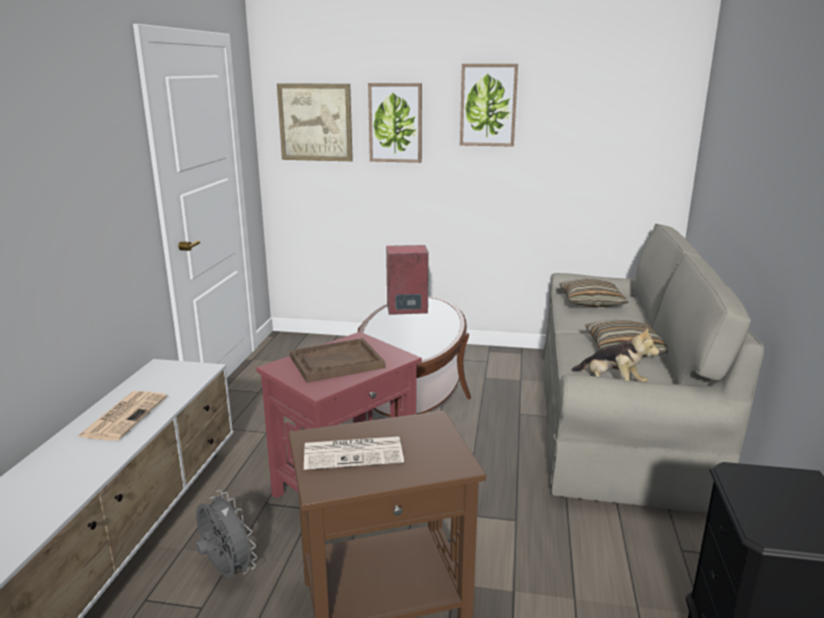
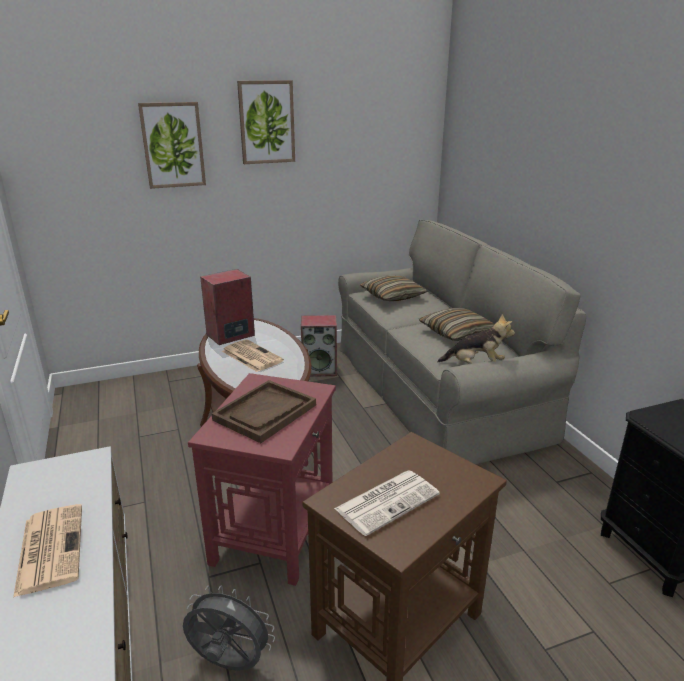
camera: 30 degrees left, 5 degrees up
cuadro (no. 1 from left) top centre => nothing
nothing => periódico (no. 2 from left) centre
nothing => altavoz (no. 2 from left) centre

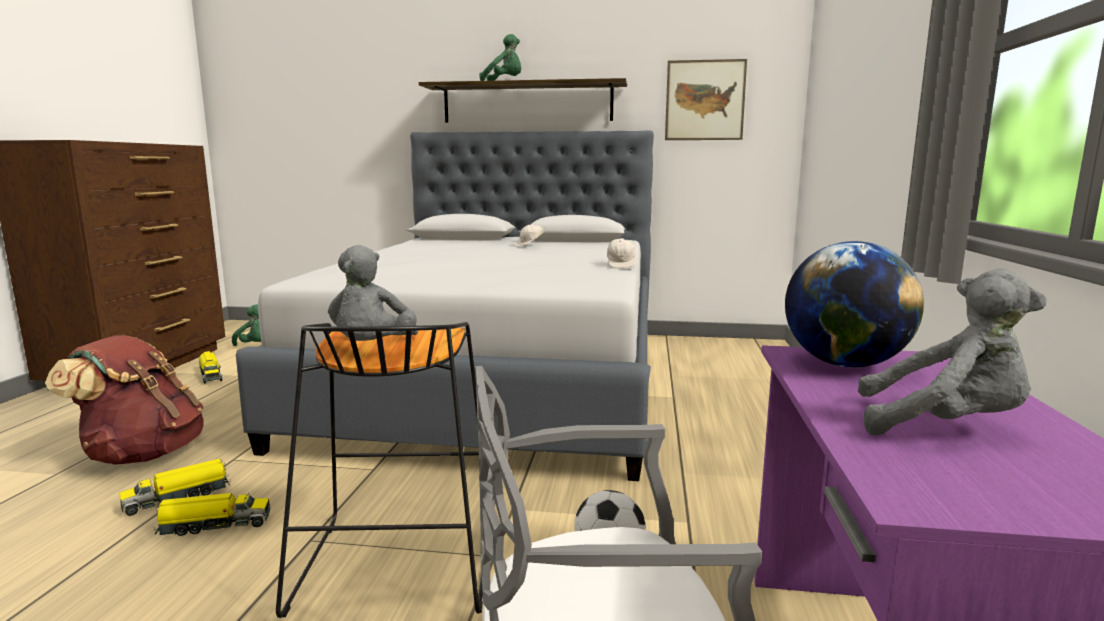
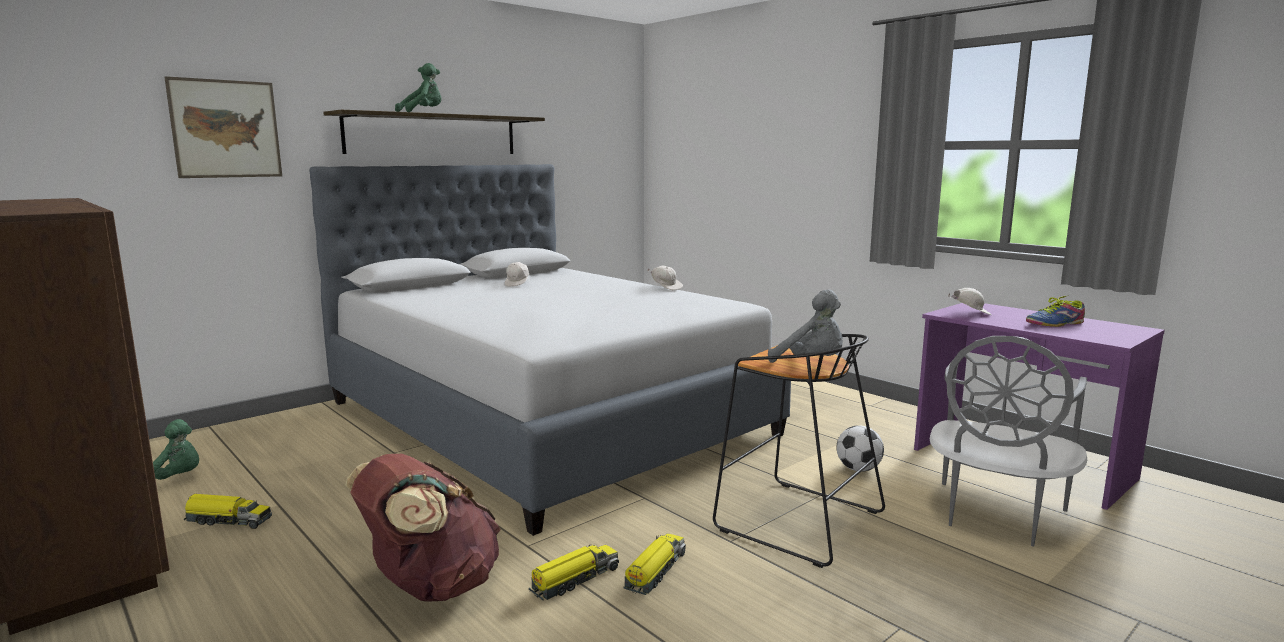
camera: 50 degrees left, 0 degrees up
camión de juguete (no. 1 from left in the first image) bottom left => camión de juguete (no. 2 from left) bottom centre, 135 degrees counterclockwise
cuadro top centre => cuadro top left, relocated
globo terráqueo middle right => gorra [blanco] (no. 3 from left) middle right
peluche [gris] (no. 2 from left) middle right => zapato middle right

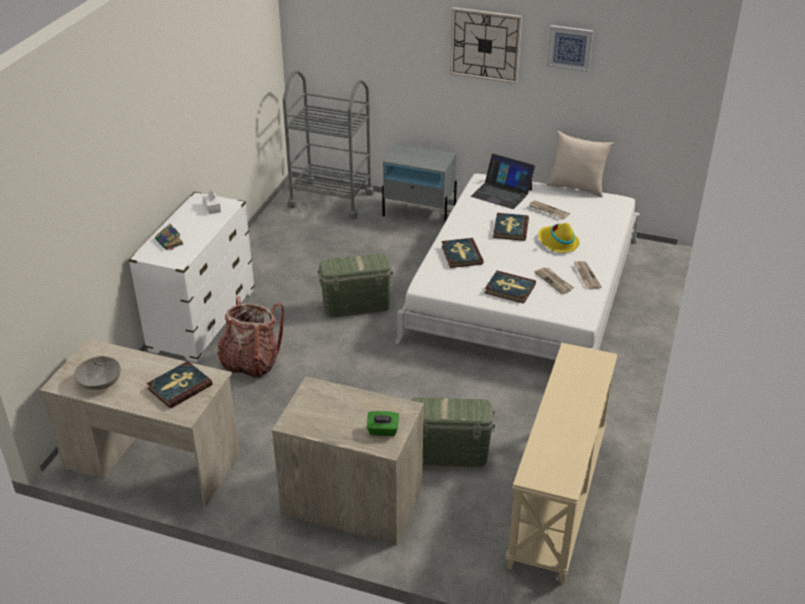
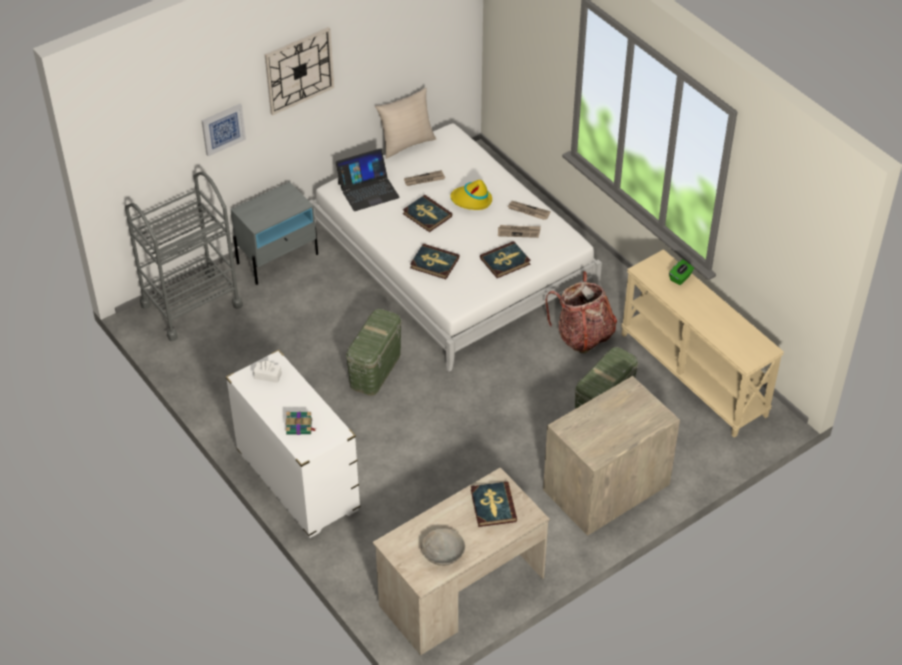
camera: 55 degrees left, 10 degrees up
mochila middle left => mochila centre, relocated
caja de pañuelos [verde] bottom centre => caja de pañuelos [verde] middle right, relocated
cuadro top right => cuadro top left, relocated

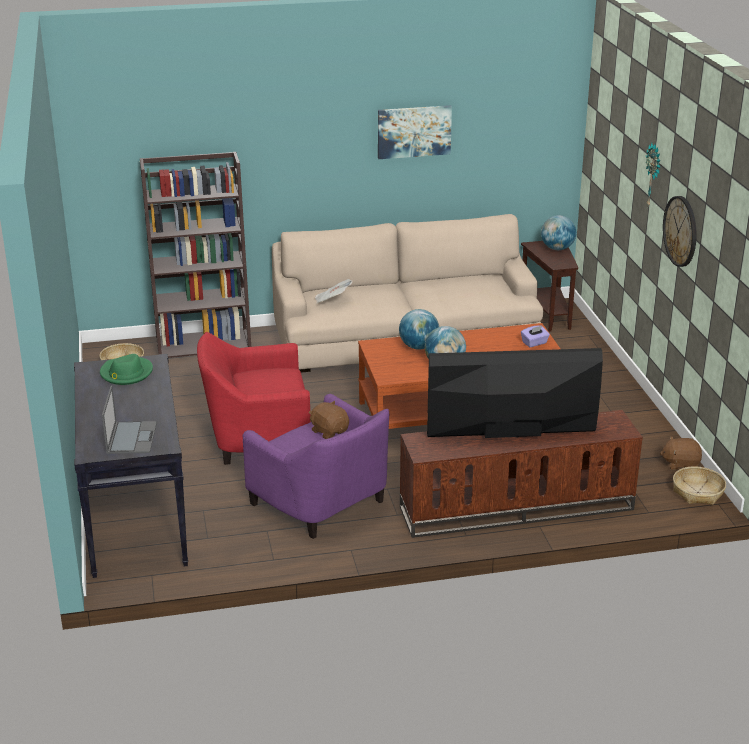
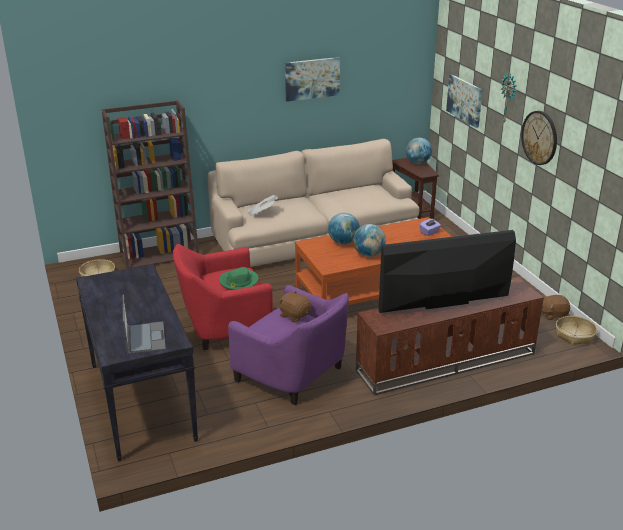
camera: 10 degrees left, 0 degrees up
sombrero [verde] middle left => sombrero [verde] centre, relocated
nothing => cuadro (no. 2 from left) top right

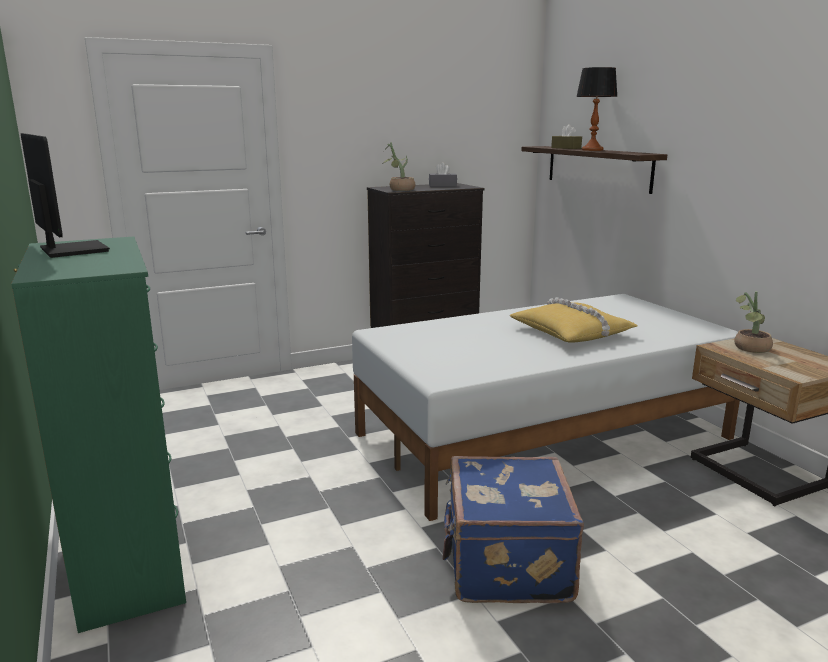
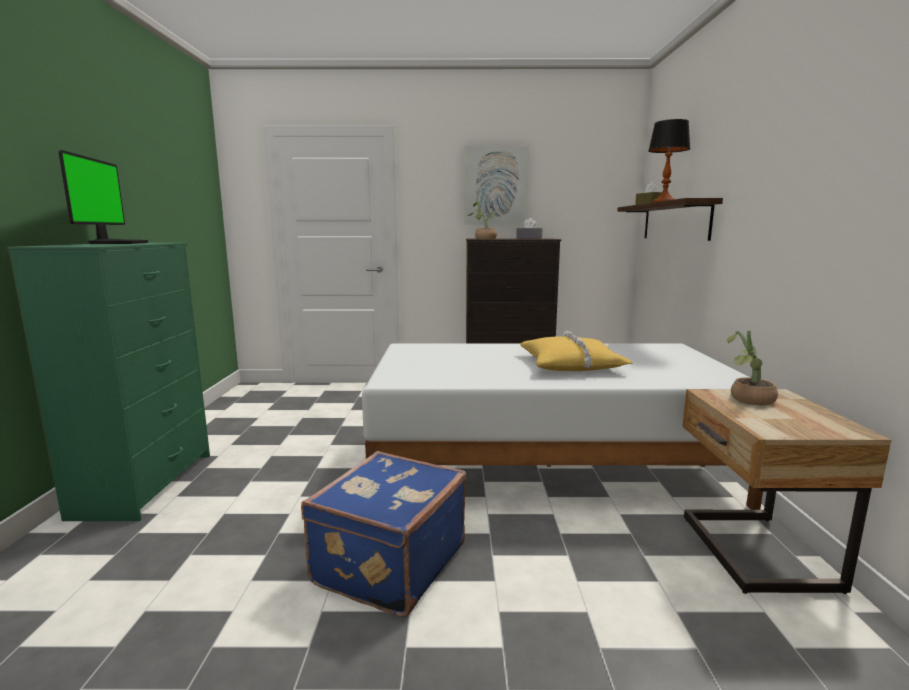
camera: 25 degrees right, 5 degrees down
nothing => cuadro top centre

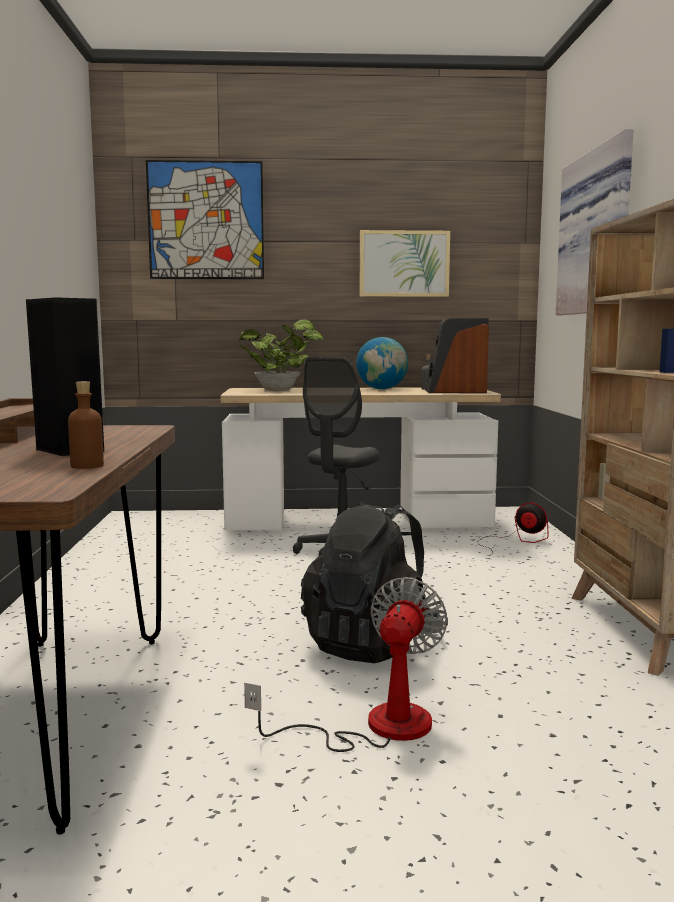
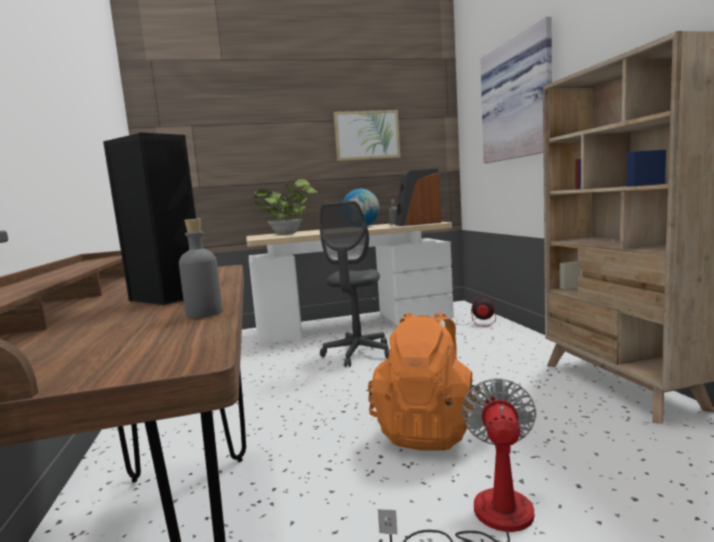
camera: 10 degrees left, 0 degrees up
botella [marrón] middle left => botella [gris] (no. 1 from left) middle left
cuadro (no. 1 from left) top left => nothing
mochila [negro] centre => mochila [naranja] bottom centre

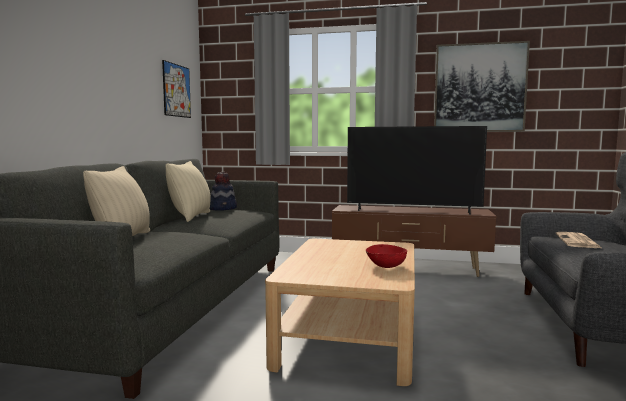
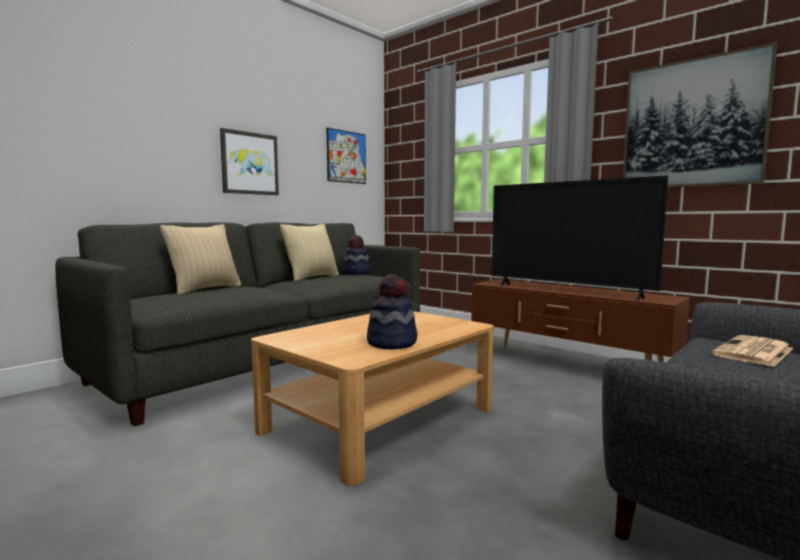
camera: 30 degrees right, 0 degrees up
cuenco [rojo] centre => sombrero (no. 2 from left) centre
nothing => cuadro (no. 1 from left) top left

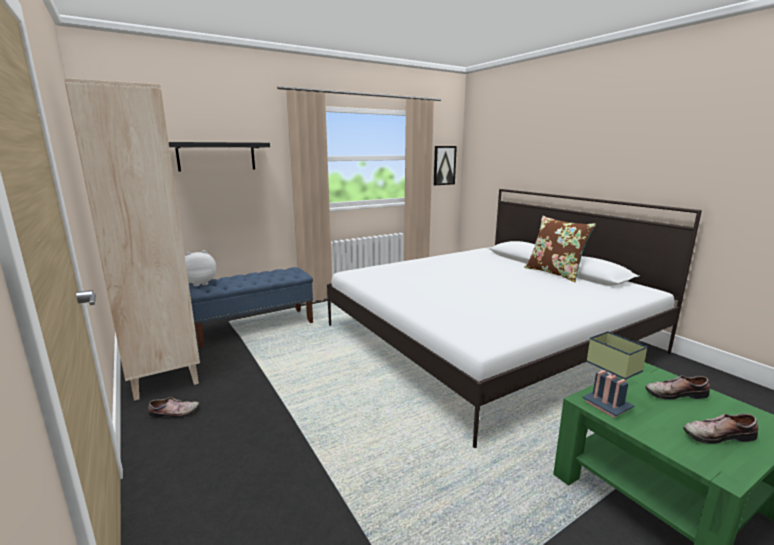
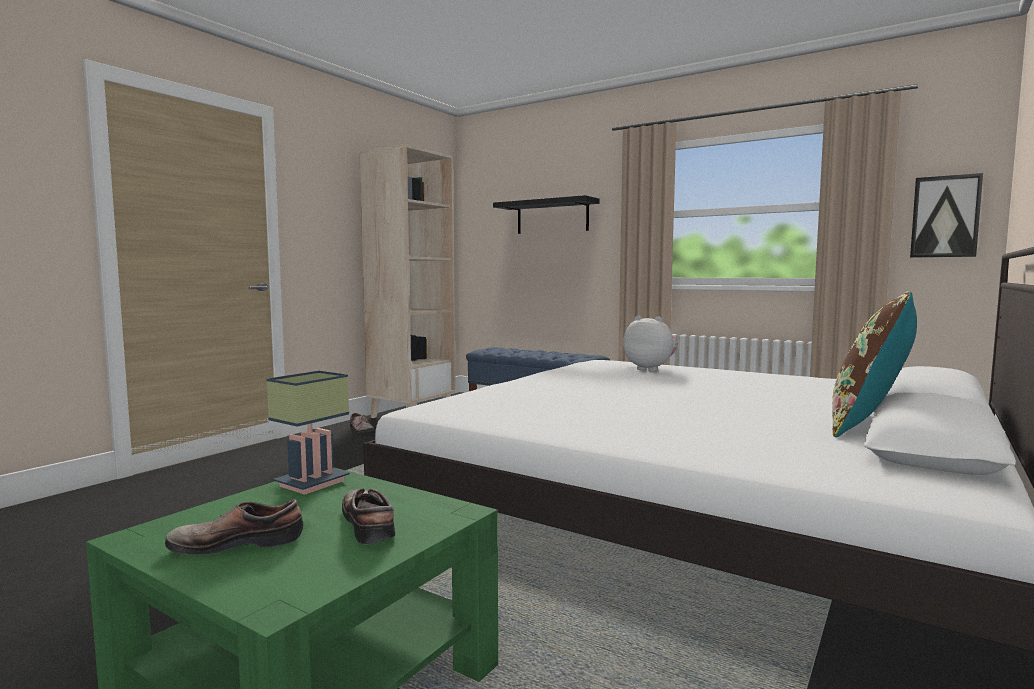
camera: 65 degrees right, 10 degrees down
peluche middle left => peluche centre, relocated
zapato (no. 3 from left in the first image) bottom right => zapato (no. 1 from left) bottom left, 75 degrees counterclockwise

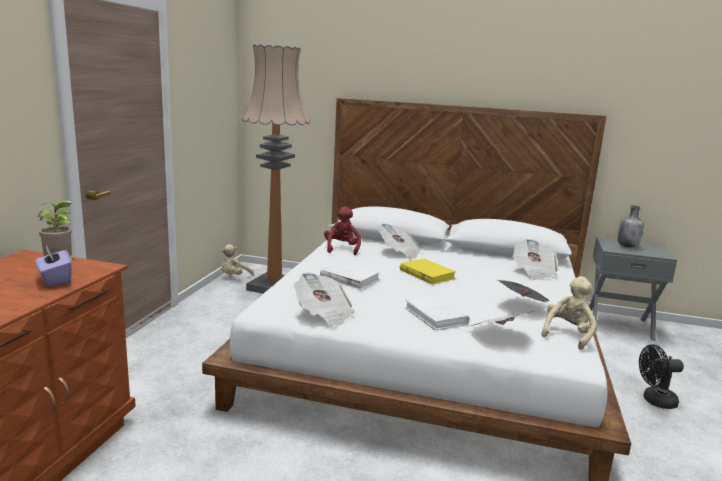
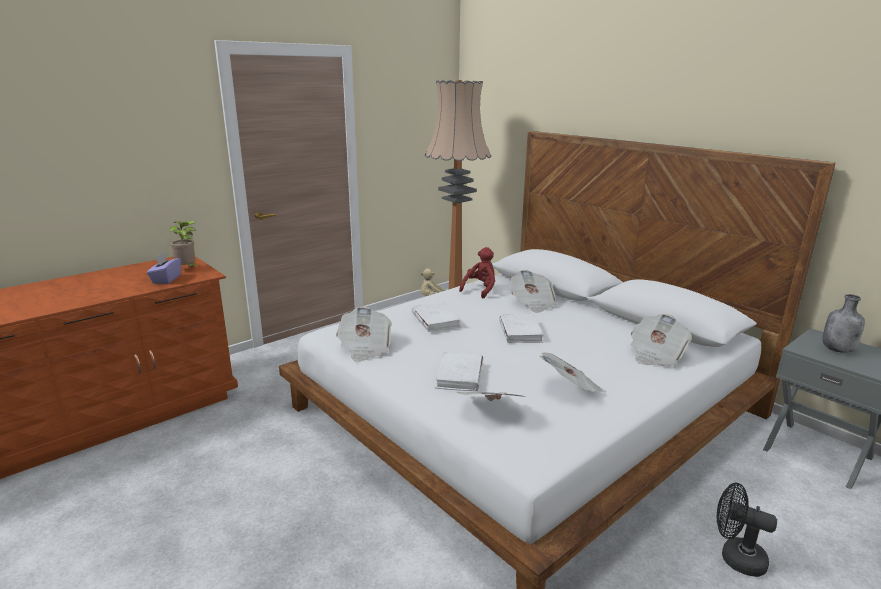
camera: 35 degrees right, 5 degrees up
libro [amarillo] centre => libro [blanco] (no. 3 from left) centre
peluche [beis] (no. 2 from left) middle right => nothing

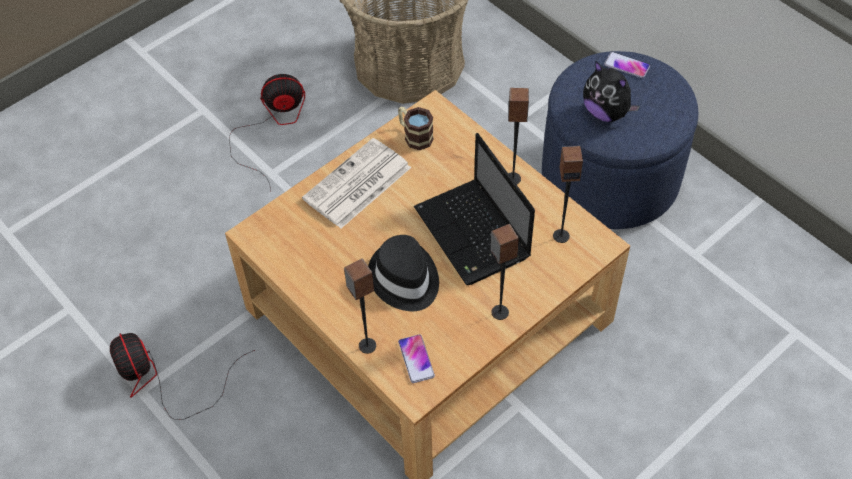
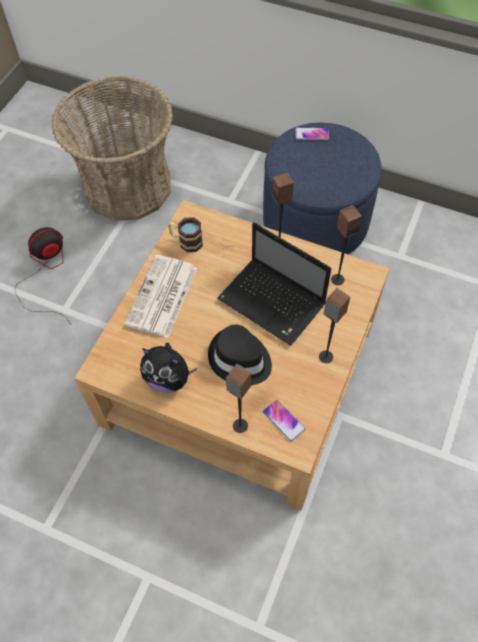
camera: 25 degrees left, 5 degrees up
ventilador (no. 1 from left) bottom left => nothing
peluche top right => peluche centre, relocated

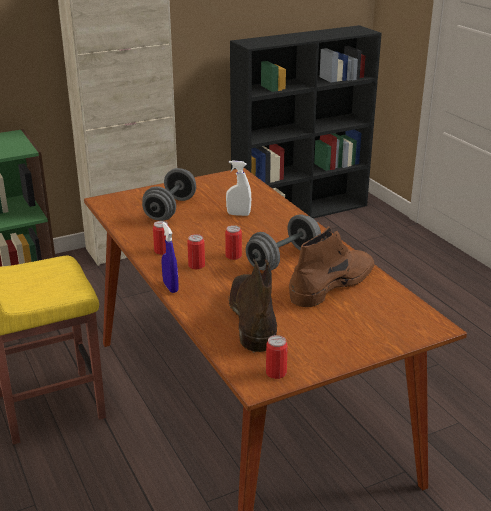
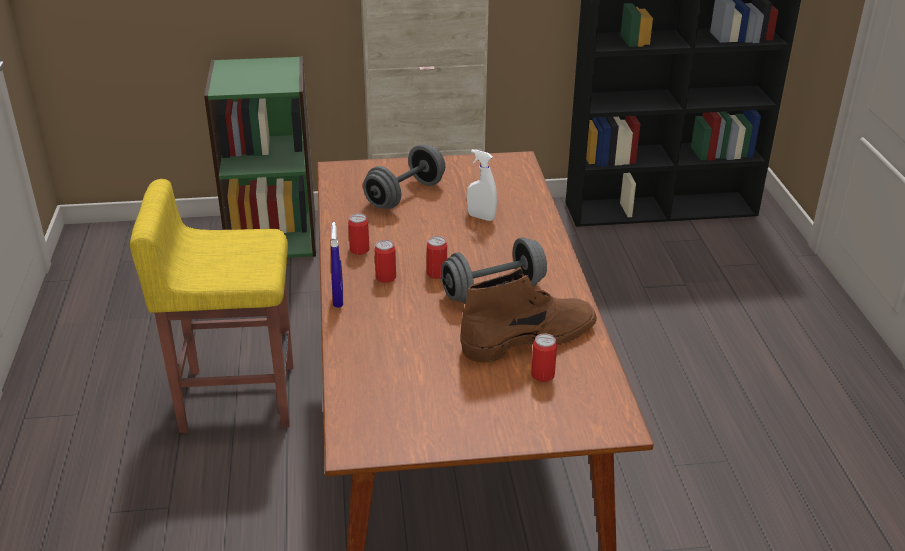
camera: 20 degrees right, 5 degrees up
bota [marrón] (no. 1 from left) centre => nothing
lata (no. 4 from left) bottom centre => lata (no. 4 from left) centre, relocated

